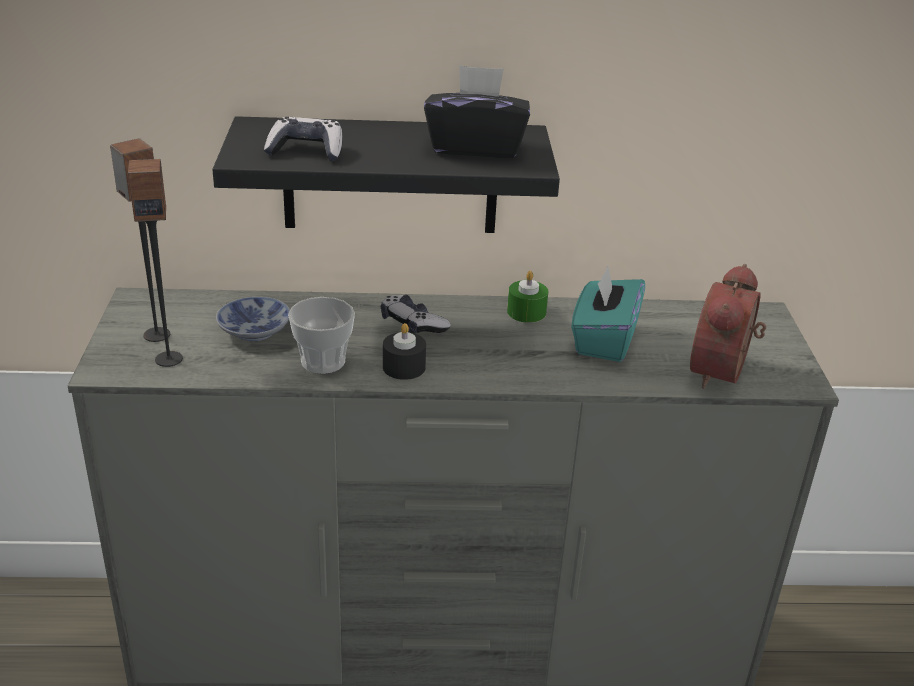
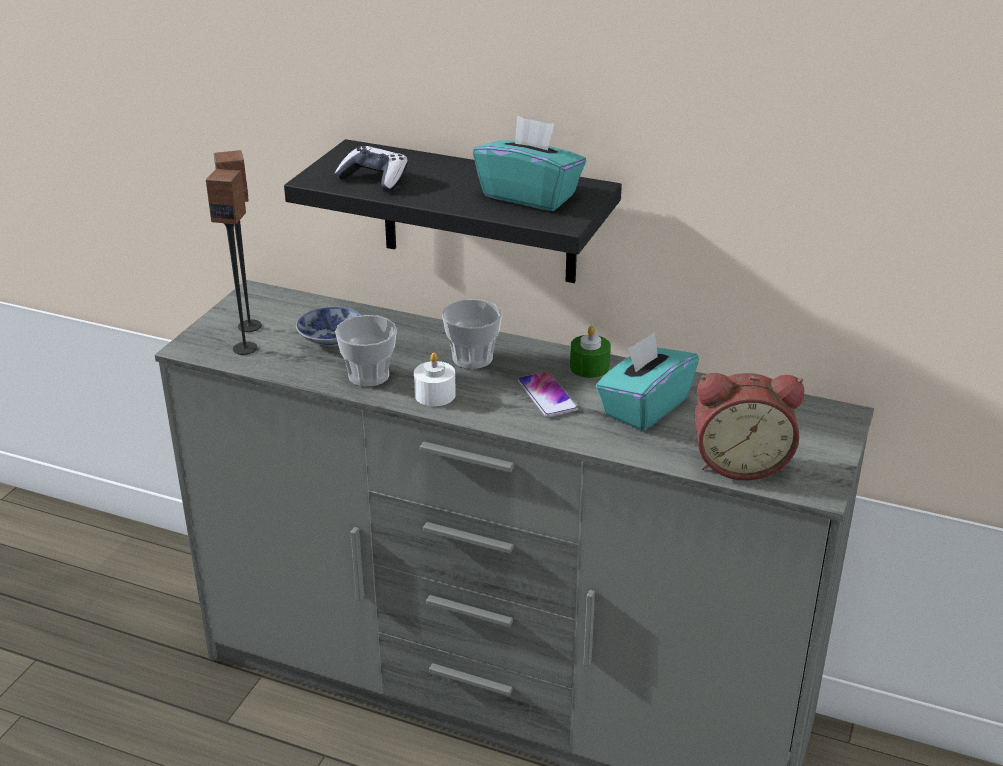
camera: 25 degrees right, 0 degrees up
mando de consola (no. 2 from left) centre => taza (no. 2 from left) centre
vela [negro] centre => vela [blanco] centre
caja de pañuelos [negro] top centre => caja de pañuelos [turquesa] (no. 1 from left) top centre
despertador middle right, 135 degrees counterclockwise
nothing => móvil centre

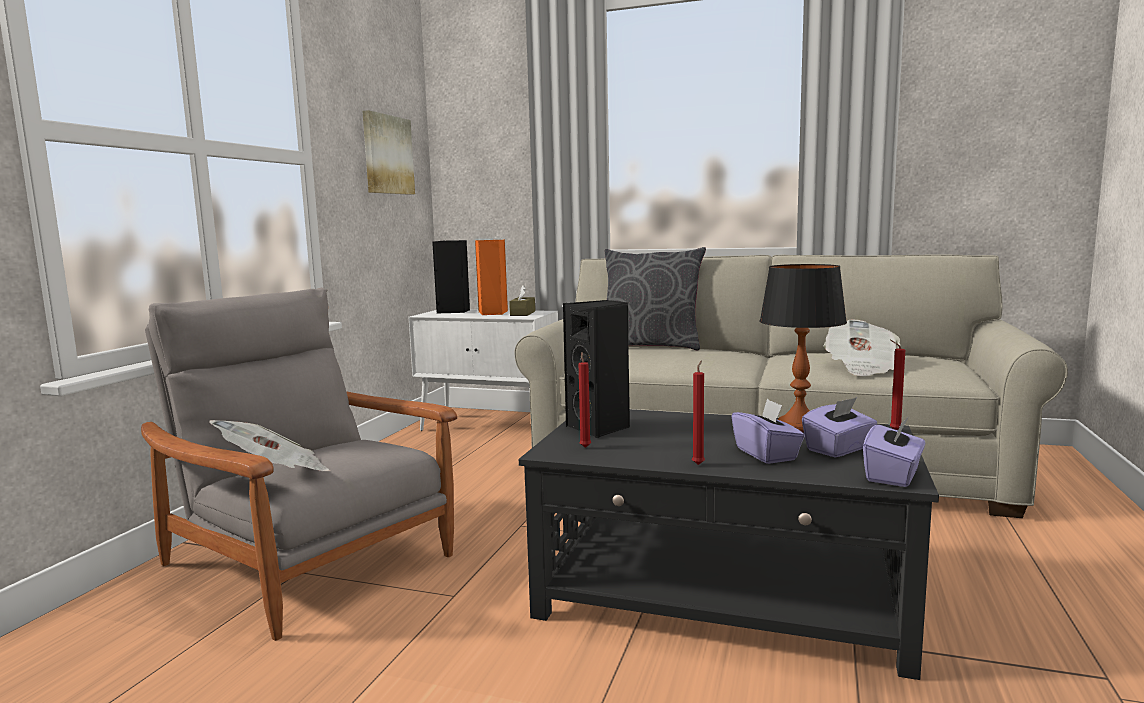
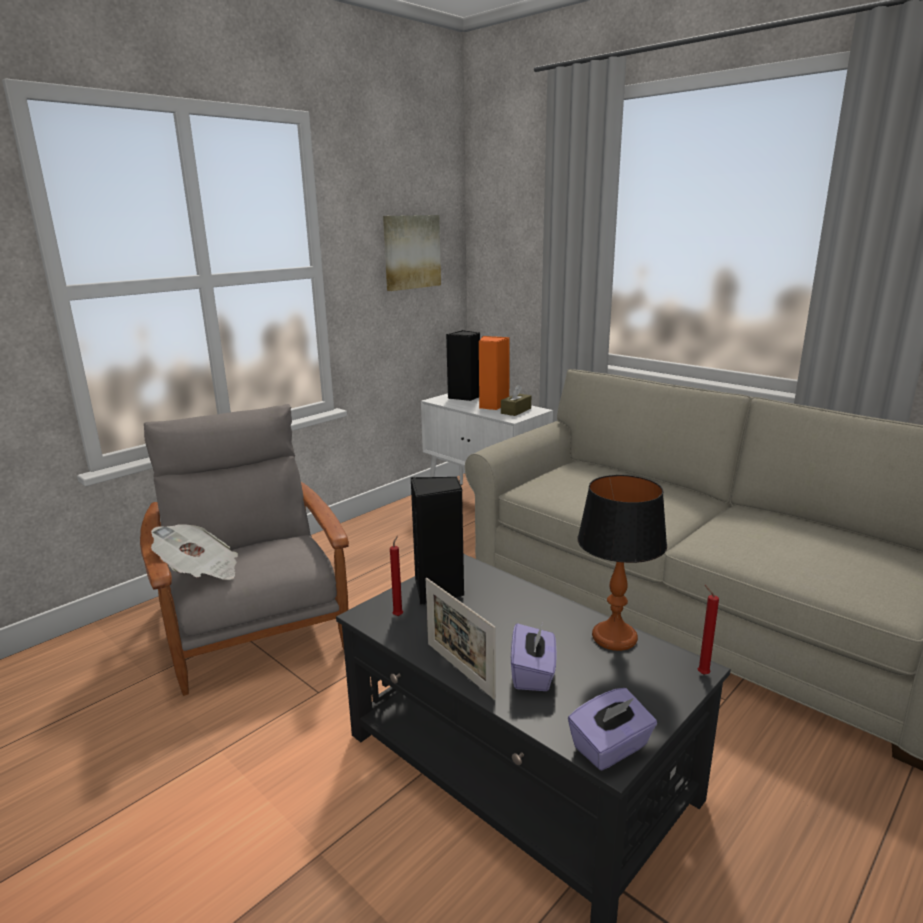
camera: 25 degrees right, 10 degrees up
cojín [gris] centre => nothing
vela [rojo] (no. 2 from left) centre => portarretratos bottom centre
caja de pañuelos [morado] (no. 2 from left) middle right => nothing
periódico (no. 2 from left) middle right => nothing

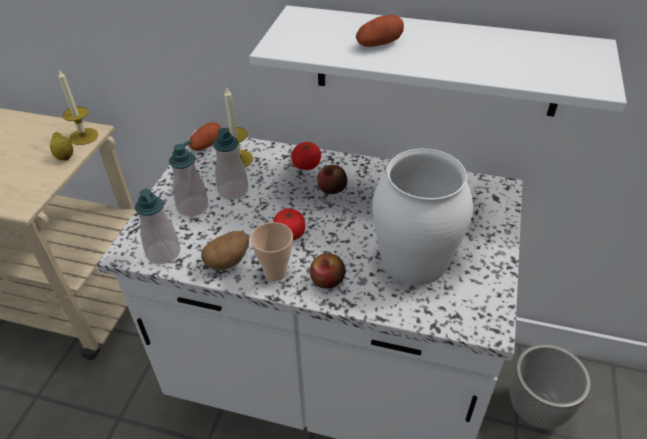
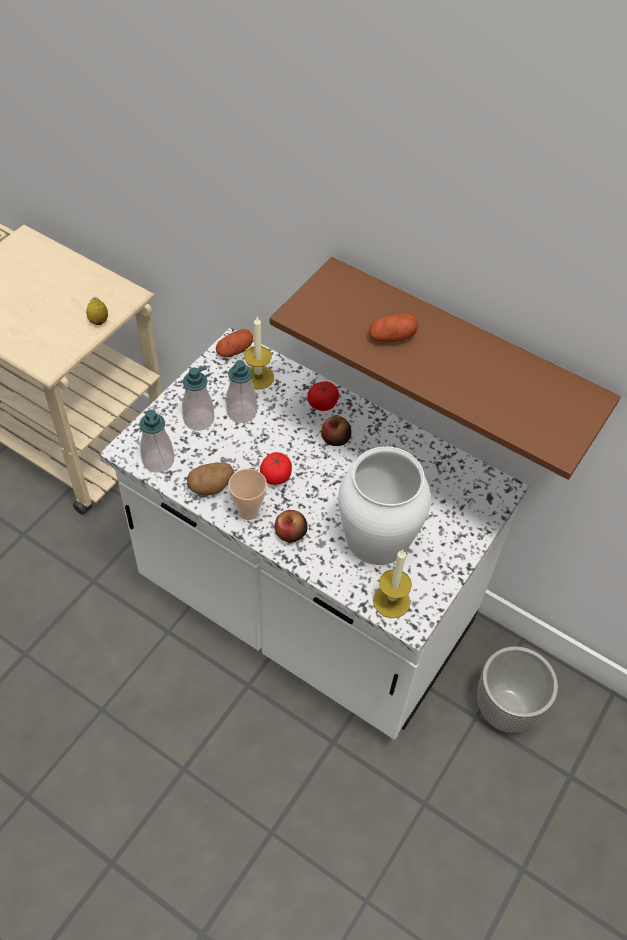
camera: 15 degrees right, 10 degrees up
vela (no. 1 from left in the first image) top left => vela (no. 2 from left) centre, relocated
estante [blanco] top right => estante [marrón] middle right

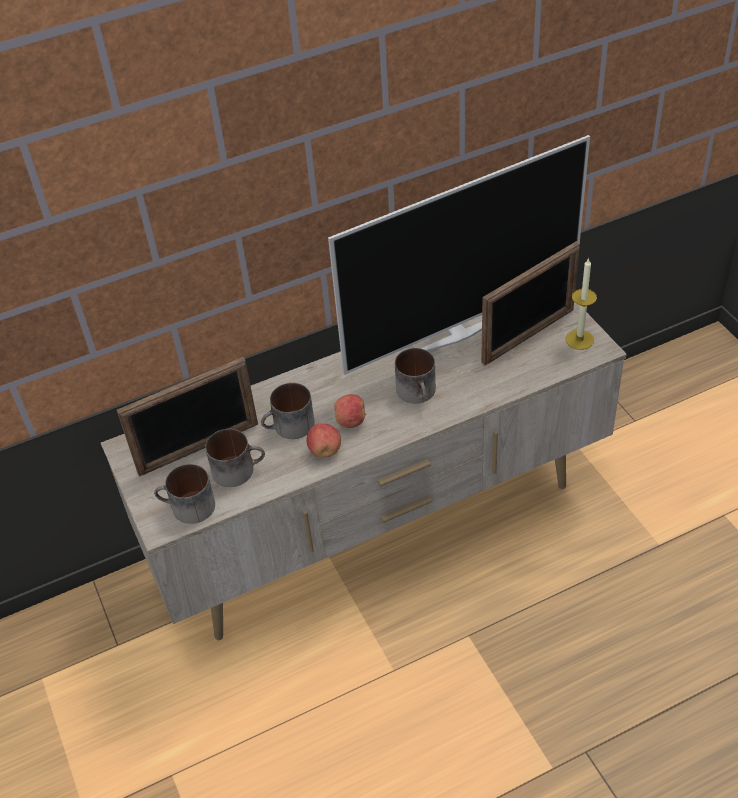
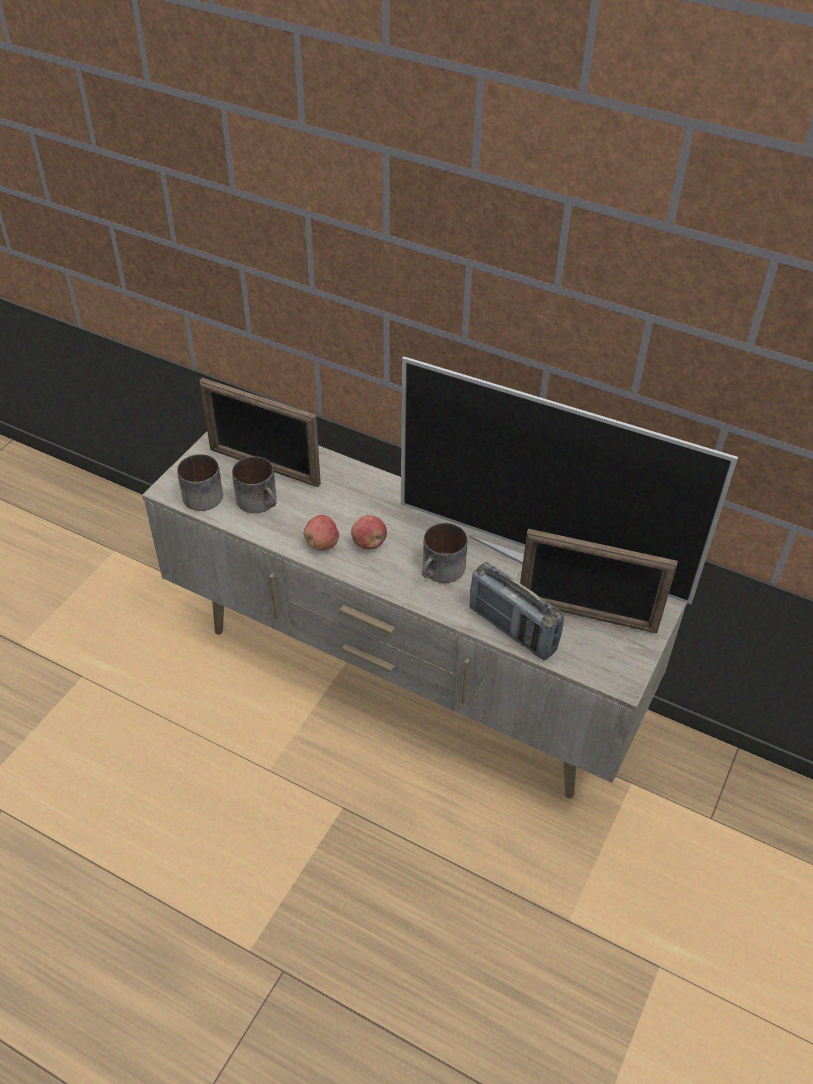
camera: 50 degrees right, 0 degrees up
taza grande (no. 3 from left) centre => nothing
vela middle right => nothing
nothing => radio centre

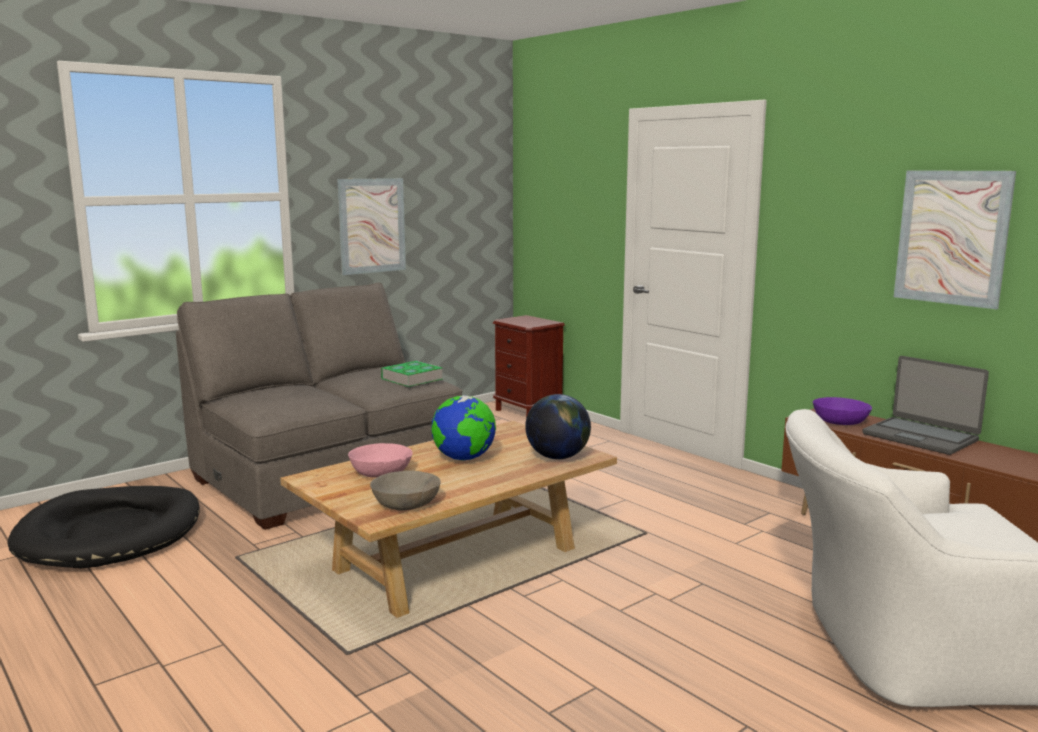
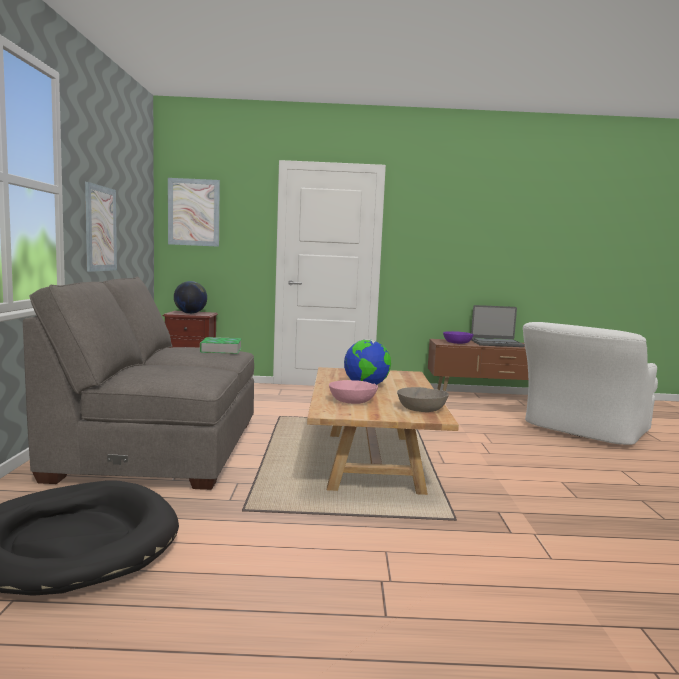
camera: 50 degrees left, 5 degrees down
globo terráqueo (no. 2 from left in the first image) centre => globo terráqueo (no. 1 from left) middle left, relocated
cuadro (no. 2 from left) top right => cuadro (no. 2 from left) top left, relocated

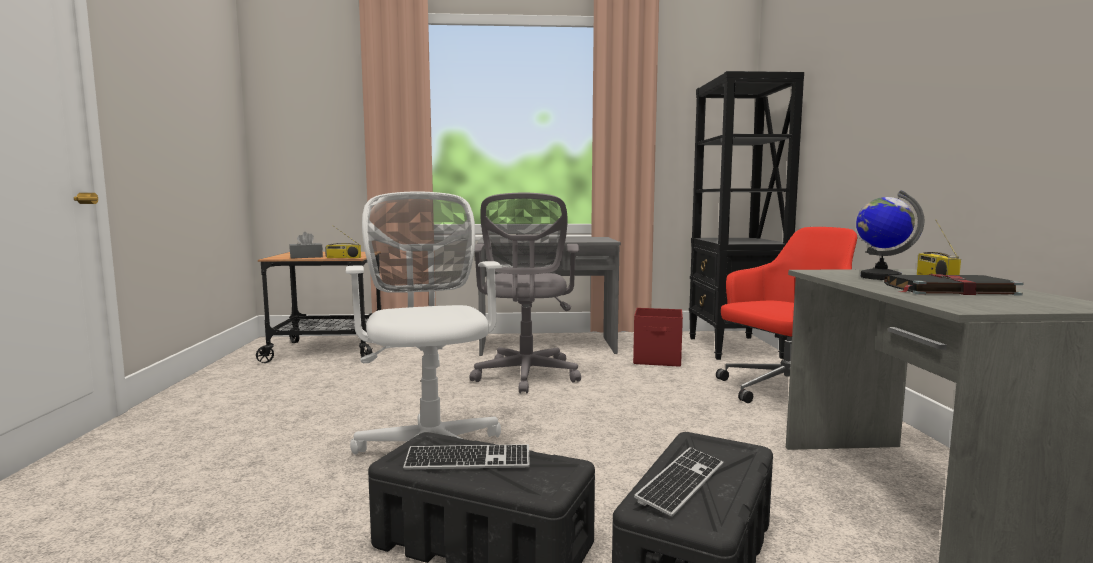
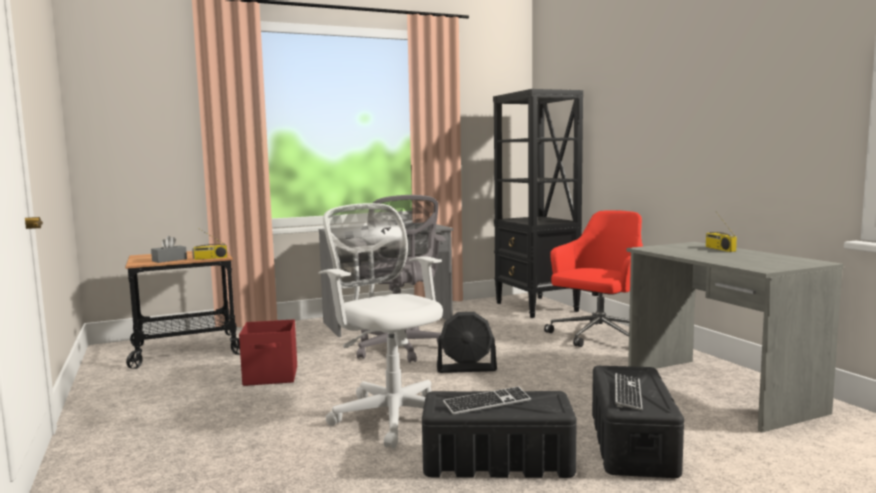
camera: 20 degrees left, 0 degrees up
caja de almacenaje [rojo] centre => caja de almacenaje [rojo] bottom left, relocated
globo terráqueo middle right => nothing
libro [negro] middle right => nothing
nothing => ventilador [negro] bottom centre

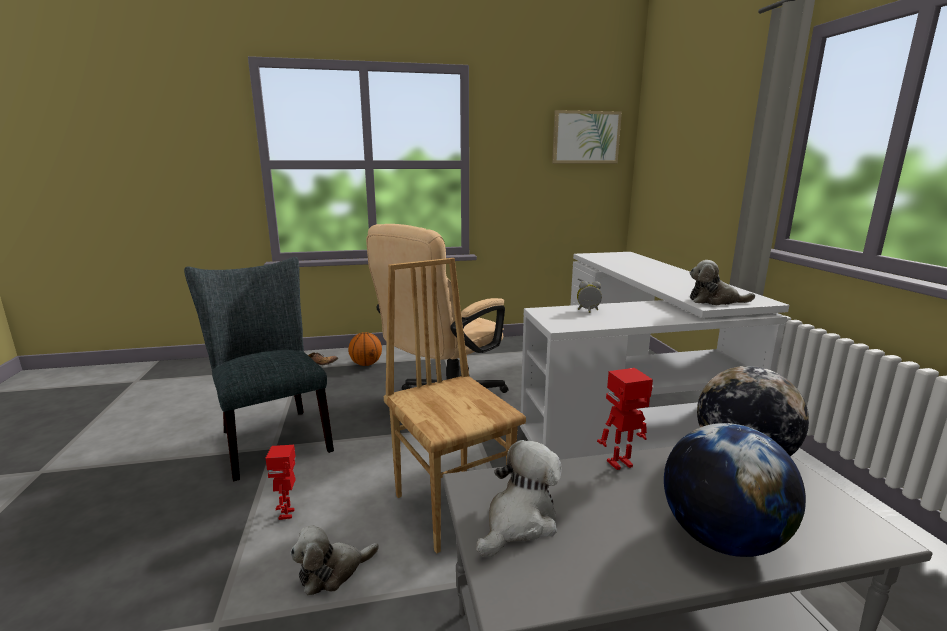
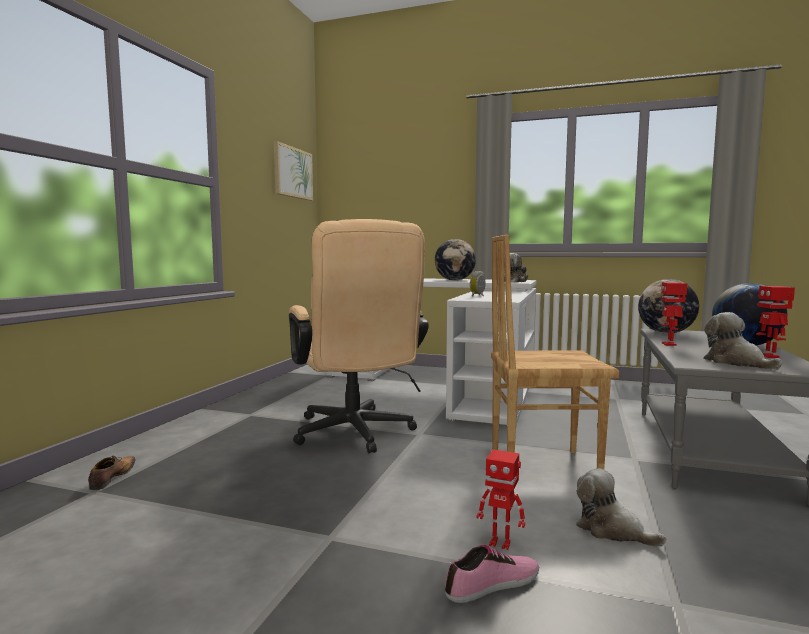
camera: 60 degrees left, 10 degrees down
silla [gris] middle left => nothing
peluche (no. 1 from left in the first image) bottom centre => peluche (no. 2 from left) bottom right, 135 degrees clockwise
balón de baloncesto centre => nothing
nothing => globo terráqueo (no. 1 from left) centre
nothing => zapato (no. 2 from left) bottom centre
nothing => robot de juguete (no. 3 from left) middle right

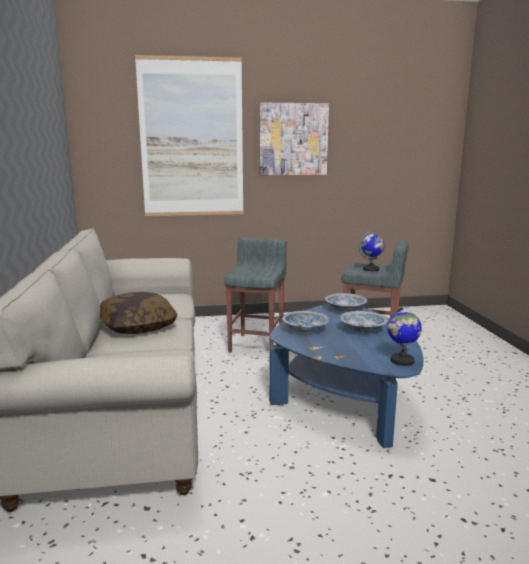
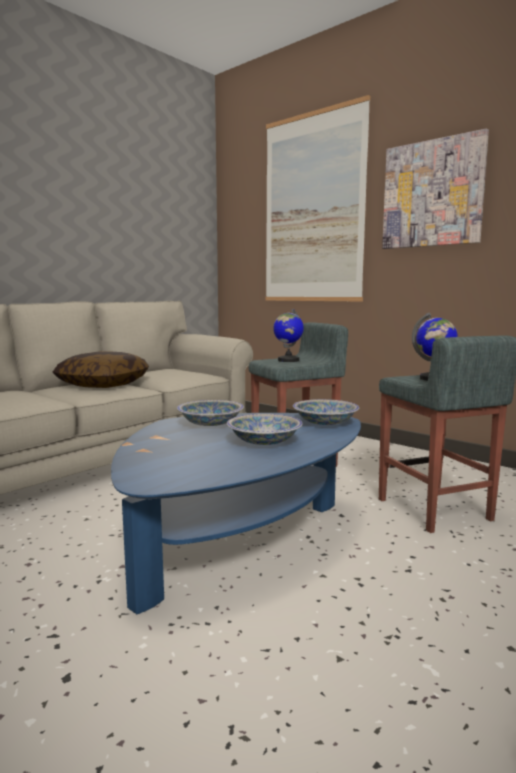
camera: 50 degrees right, 5 degrees down
globo terráqueo (no. 2 from left in the first image) middle right => globo terráqueo (no. 1 from left) centre, relocated

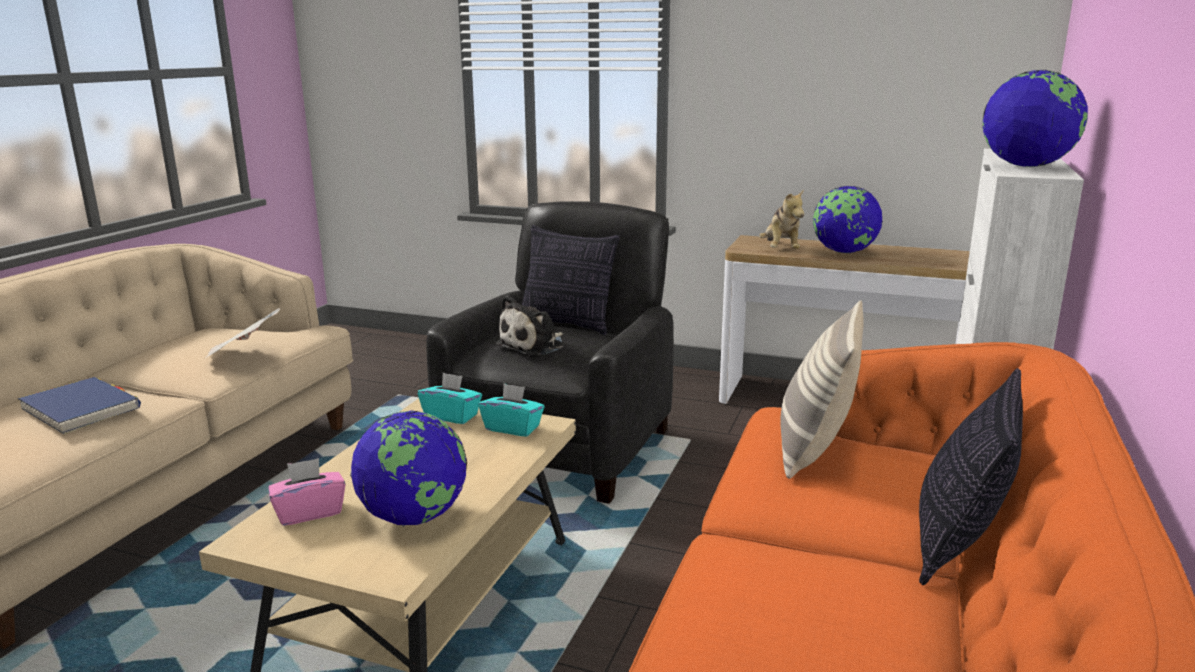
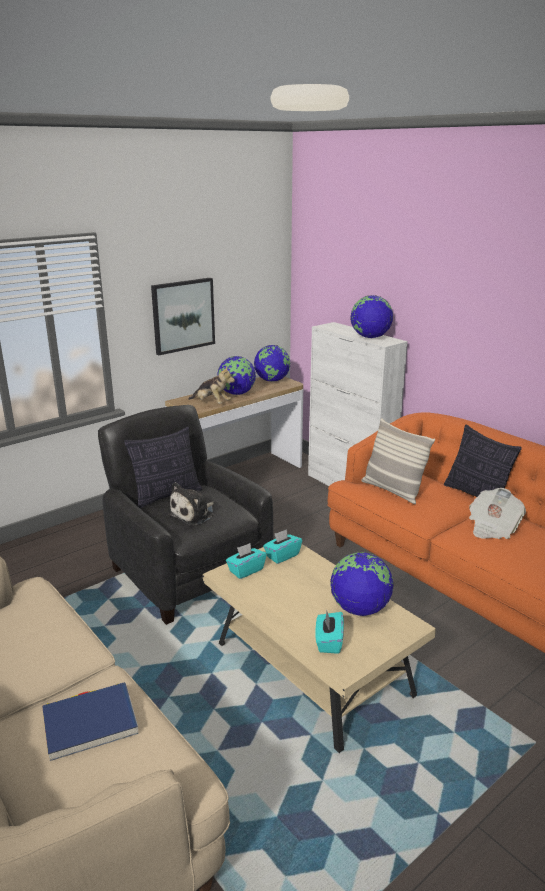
camera: 60 degrees left, 5 degrees up
periódico middle left => periódico middle right, relocated
caja de pañuelos [rosa] bottom left => caja de pañuelos [turquesa] (no. 3 from left) bottom centre
peluche (no. 1 from left) centre, 60 degrees clockwise
nothing => cuadro centre
nothing => globo terráqueo (no. 2 from left) centre

